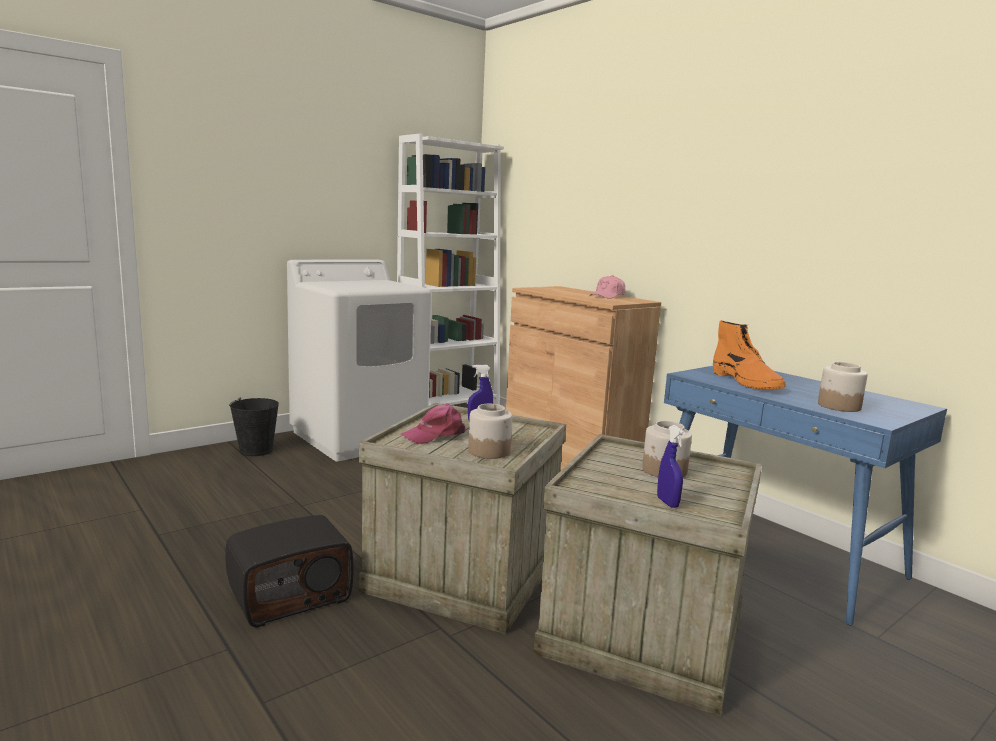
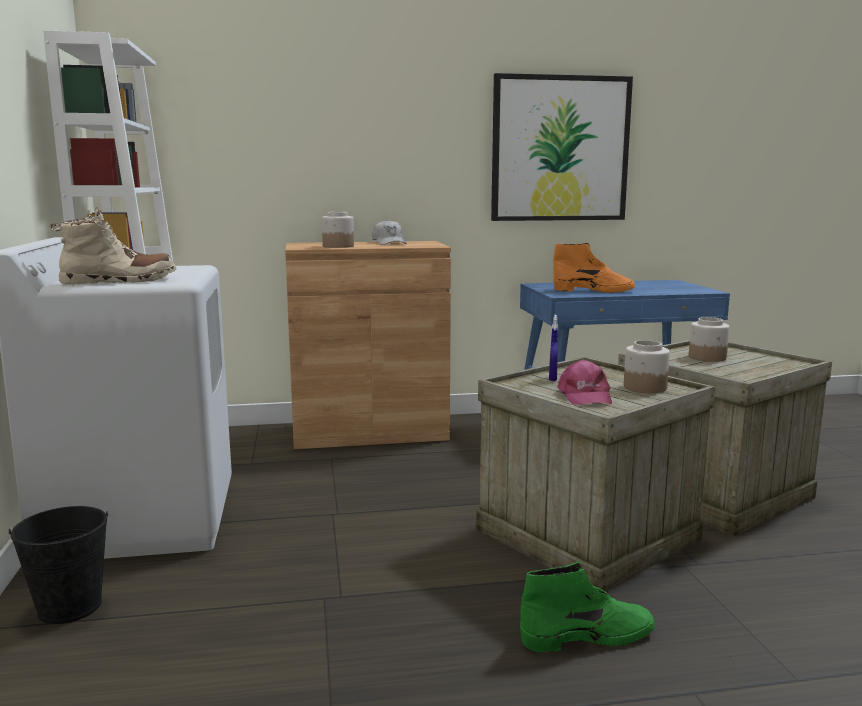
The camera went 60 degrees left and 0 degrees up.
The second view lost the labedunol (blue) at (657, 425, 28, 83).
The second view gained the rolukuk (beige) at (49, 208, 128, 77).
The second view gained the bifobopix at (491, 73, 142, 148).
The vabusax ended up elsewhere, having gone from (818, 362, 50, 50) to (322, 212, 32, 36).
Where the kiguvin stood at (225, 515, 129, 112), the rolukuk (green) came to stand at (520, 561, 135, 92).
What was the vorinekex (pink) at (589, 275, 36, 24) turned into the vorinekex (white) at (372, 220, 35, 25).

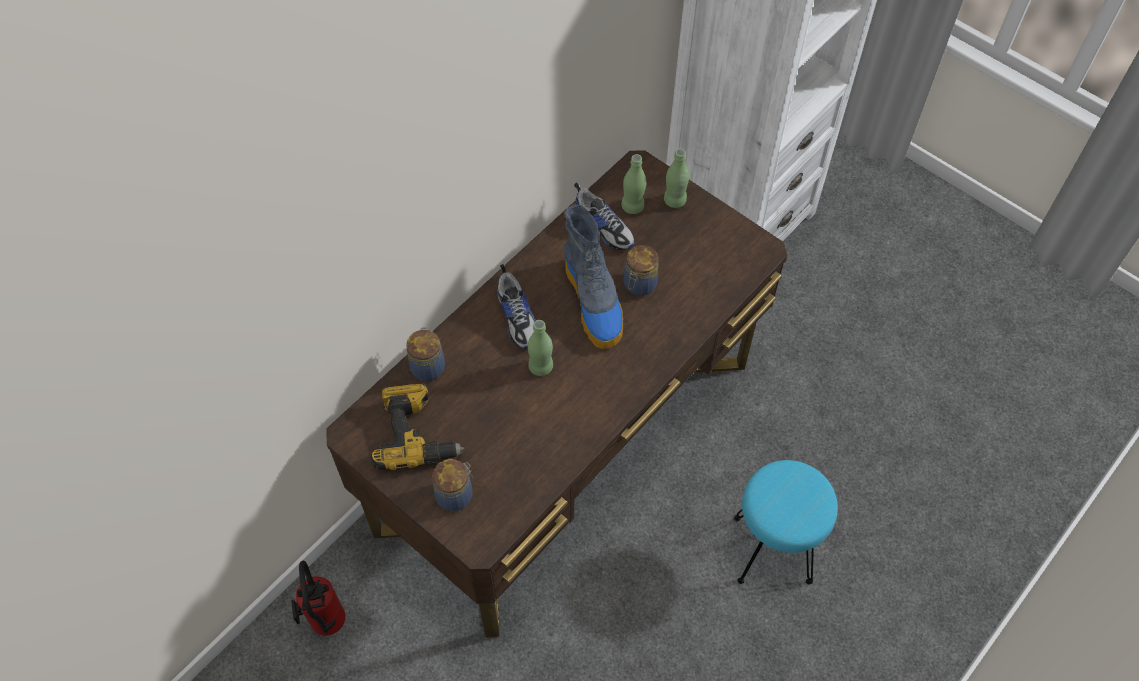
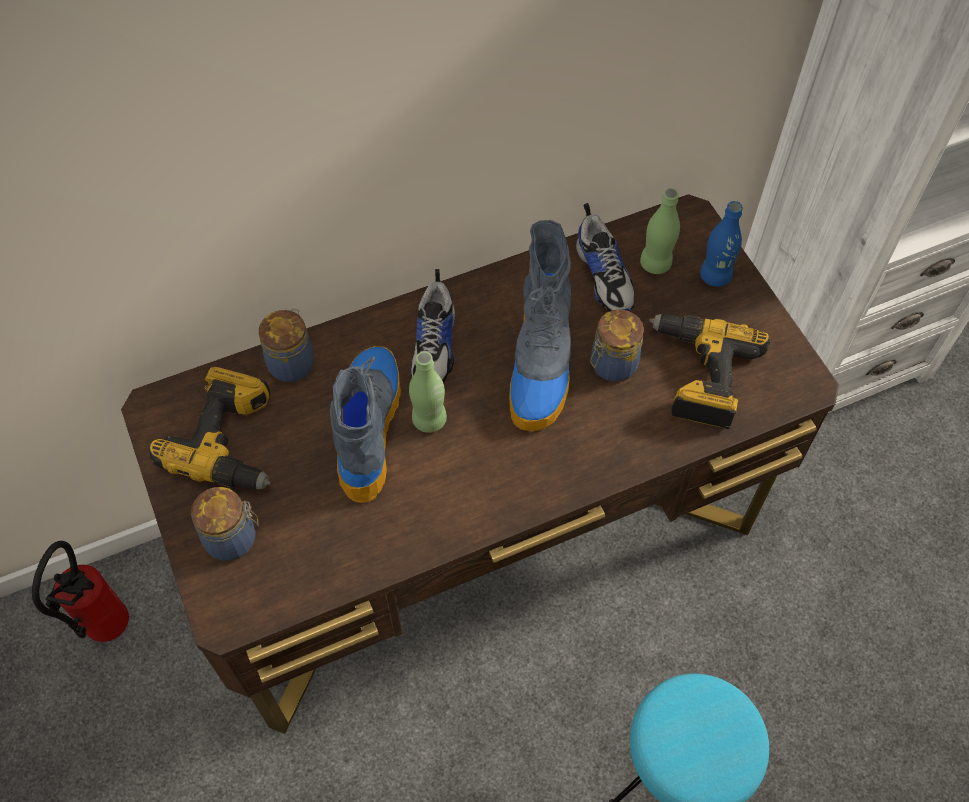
The camera went 25 degrees right and 0 degrees up.
The second view gained the rolukuk at (330, 346, 71, 157).
The second view gained the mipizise at (649, 314, 121, 115).
What was the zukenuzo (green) at (664, 148, 25, 60) turned into the zukenuzo (blue) at (700, 201, 43, 86).

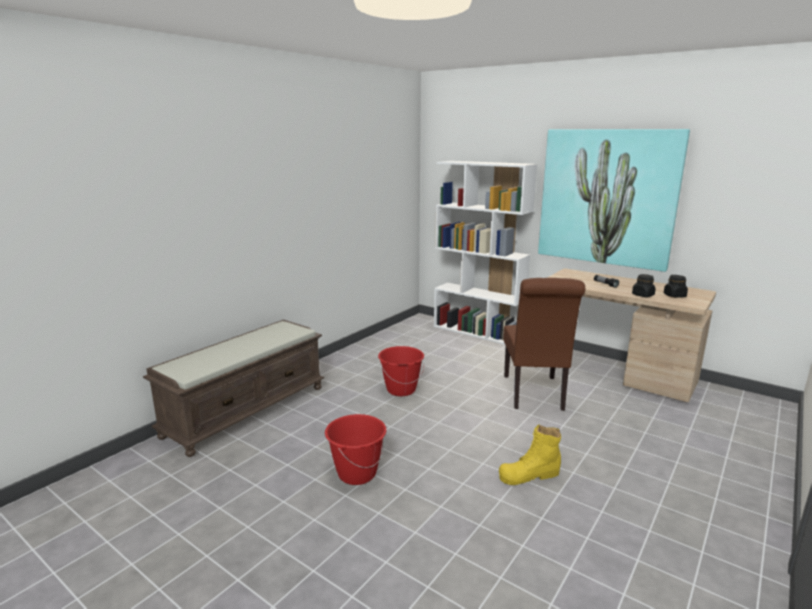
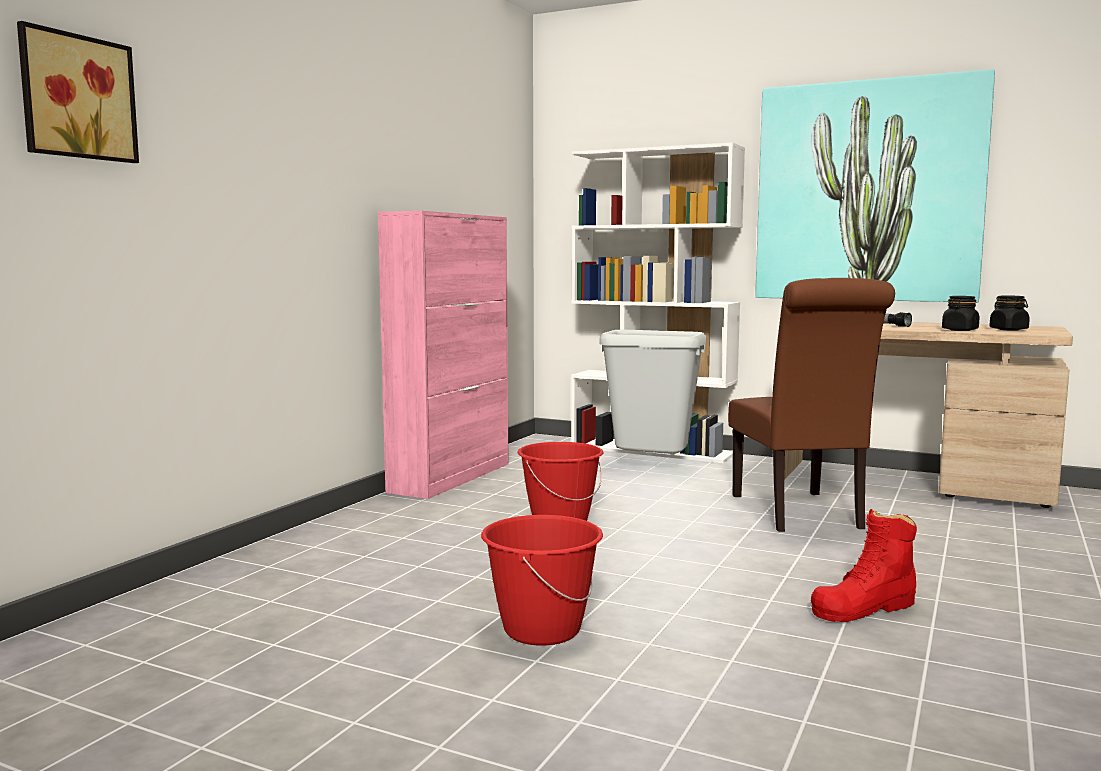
The camera went 10 degrees left and 10 degrees down.
The second view lost the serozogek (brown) at (143, 320, 181, 137).
The second view gained the bifobopix at (17, 21, 122, 142).
The second view gained the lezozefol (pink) at (378, 211, 130, 288).
The second view gained the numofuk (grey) at (599, 330, 107, 124).
What was the rolukuk (yellow) at (499, 425, 62, 60) turned into the rolukuk (red) at (811, 509, 106, 113).

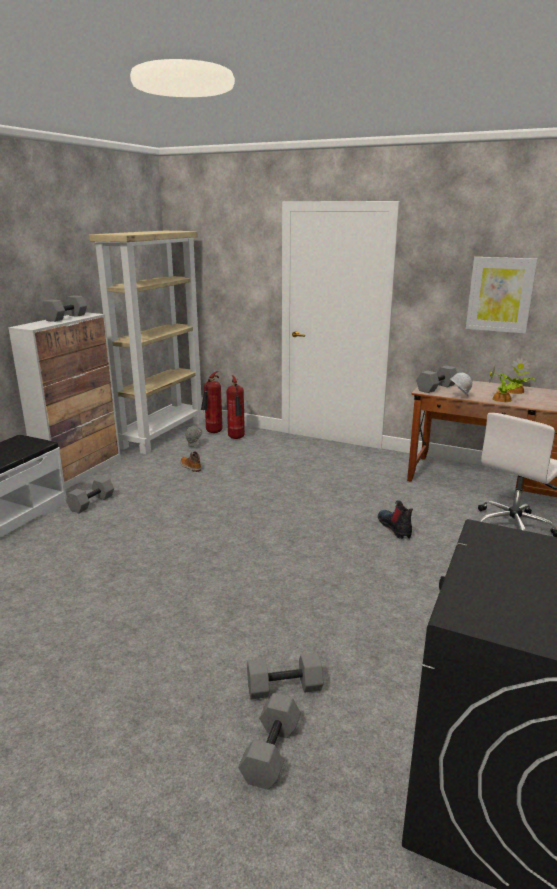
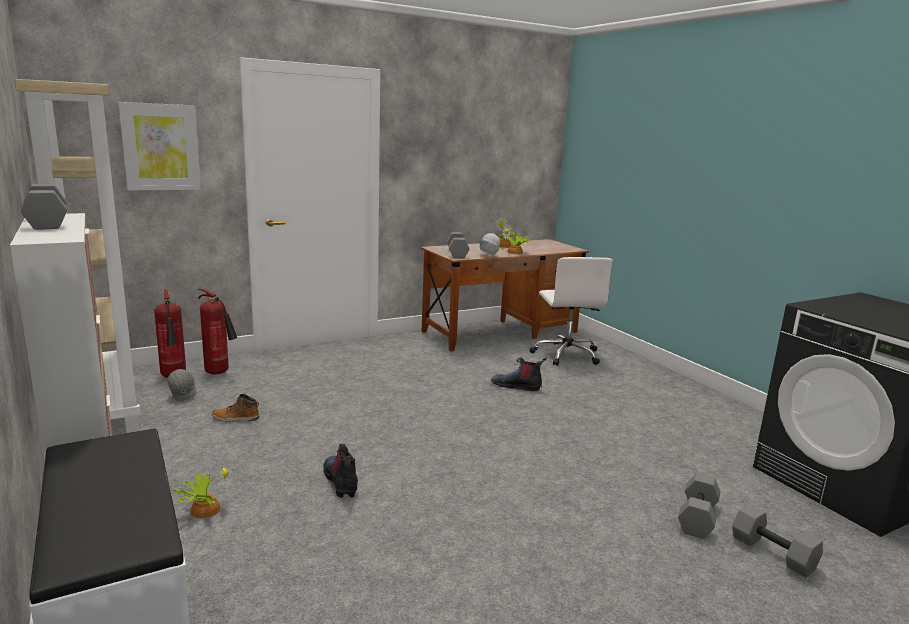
The camera went 55 degrees left and 5 degrees down.
The second view gained the rolukuk at (323, 444, 35, 54).
The bifobopix ended up elsewhere, having gone from (466, 257, 72, 77) to (118, 102, 83, 89).
Where the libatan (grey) stood at (66, 477, 48, 36), the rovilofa came to stand at (173, 461, 55, 58).

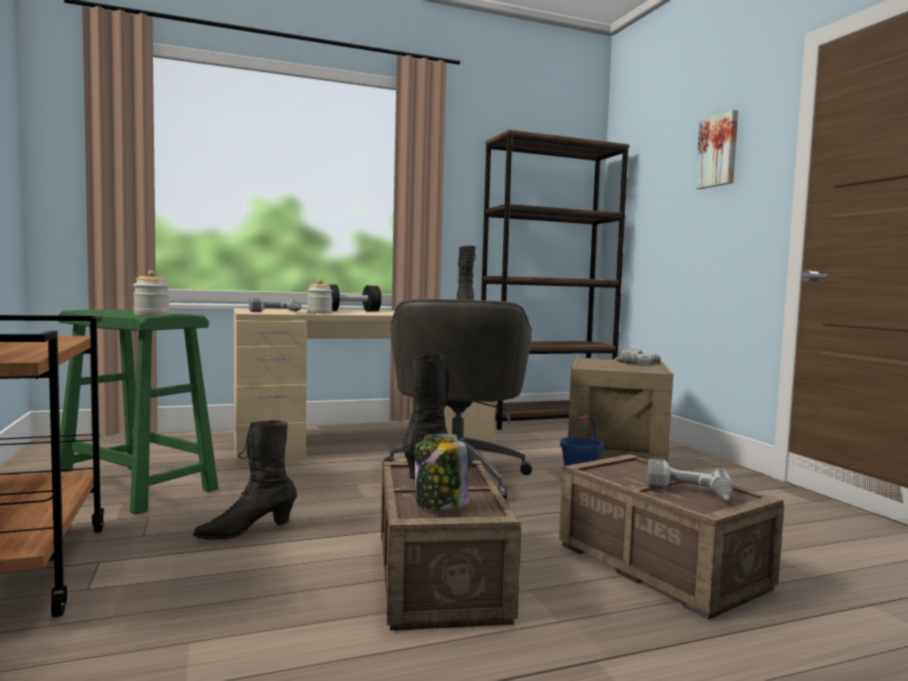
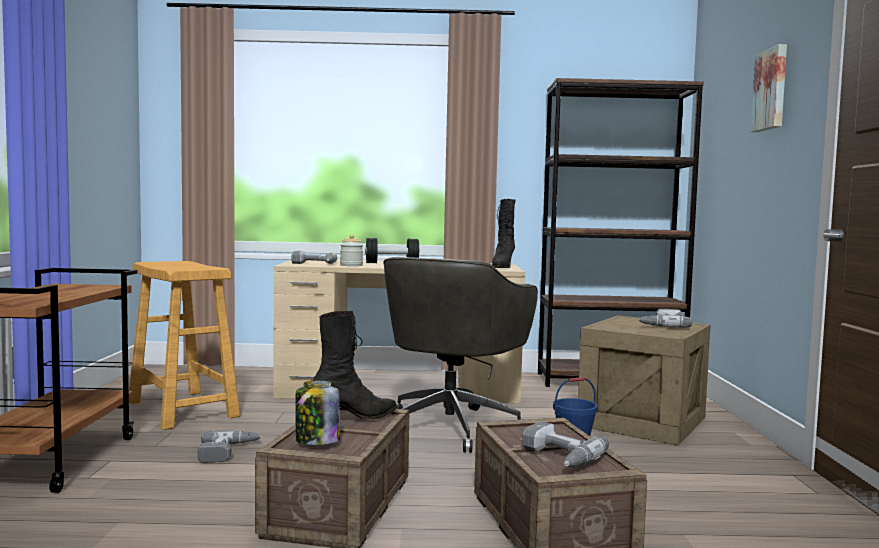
The camera went 20 degrees right and 0 degrees up.
The second view lost the vabusax at (133, 270, 37, 46).
Where the rolukuk (black) stood at (193, 420, 104, 120), the mipizise came to stand at (197, 430, 65, 33).
What was the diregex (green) at (58, 309, 160, 206) turned into the diregex (beige) at (129, 261, 111, 169).

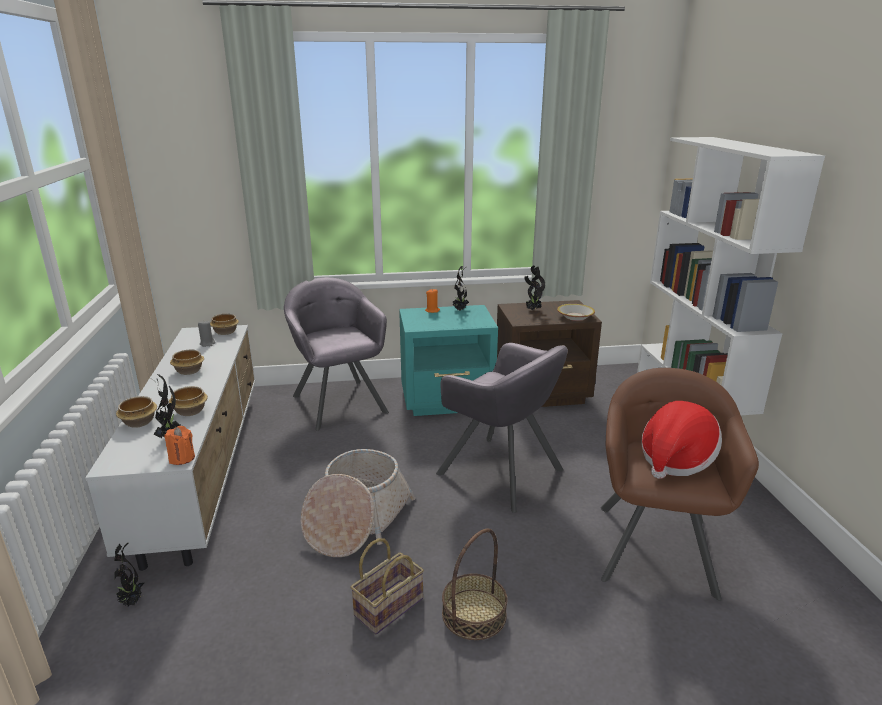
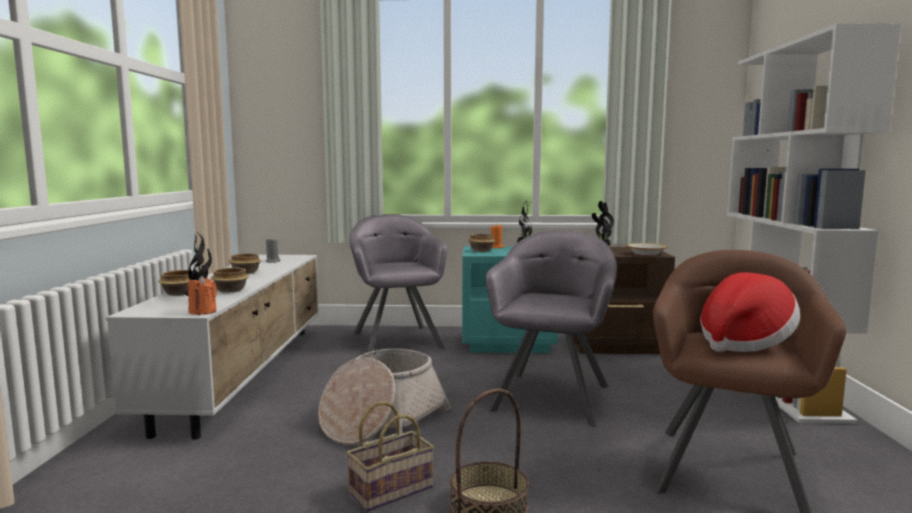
The camera went 10 degrees right and 15 degrees down.
The second view lost the rovilofa at (114, 543, 30, 64).
The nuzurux ended up elsewhere, having gone from (210, 314, 29, 21) to (468, 234, 28, 18).
The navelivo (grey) at (436, 343, 132, 170) ended up facing another way, 120 degrees counterclockwise from before.

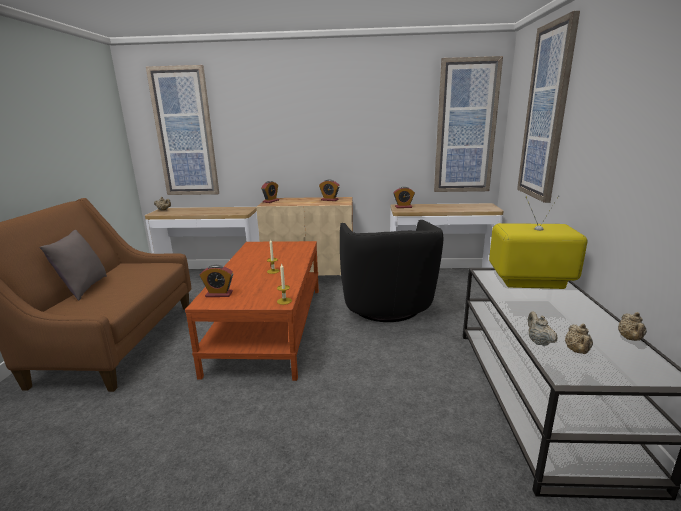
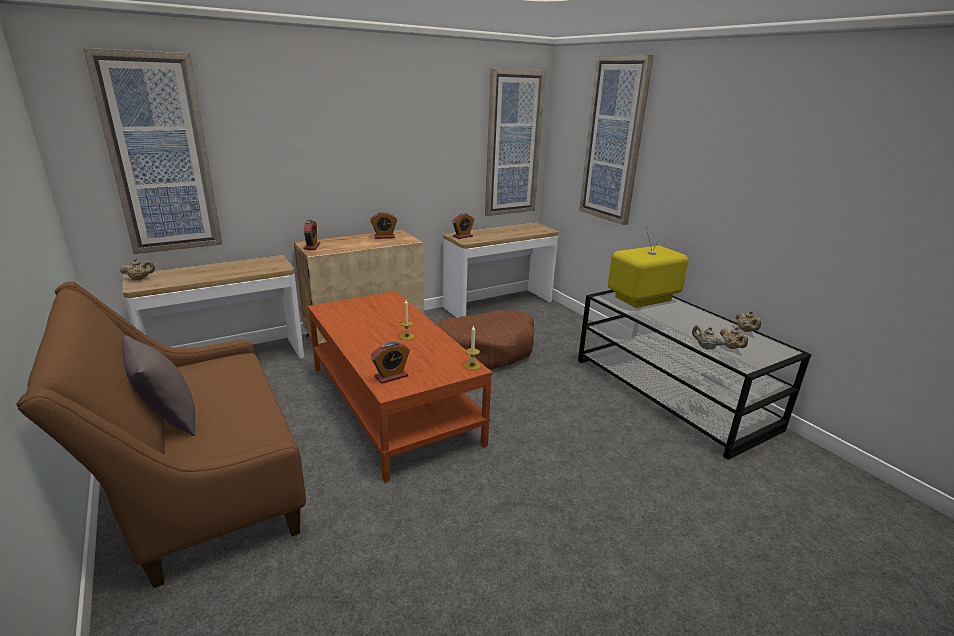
The camera went 35 degrees left and 5 degrees up.
Where the navelivo (black) stood at (340, 220, 103, 102), the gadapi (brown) came to stand at (437, 310, 97, 60).

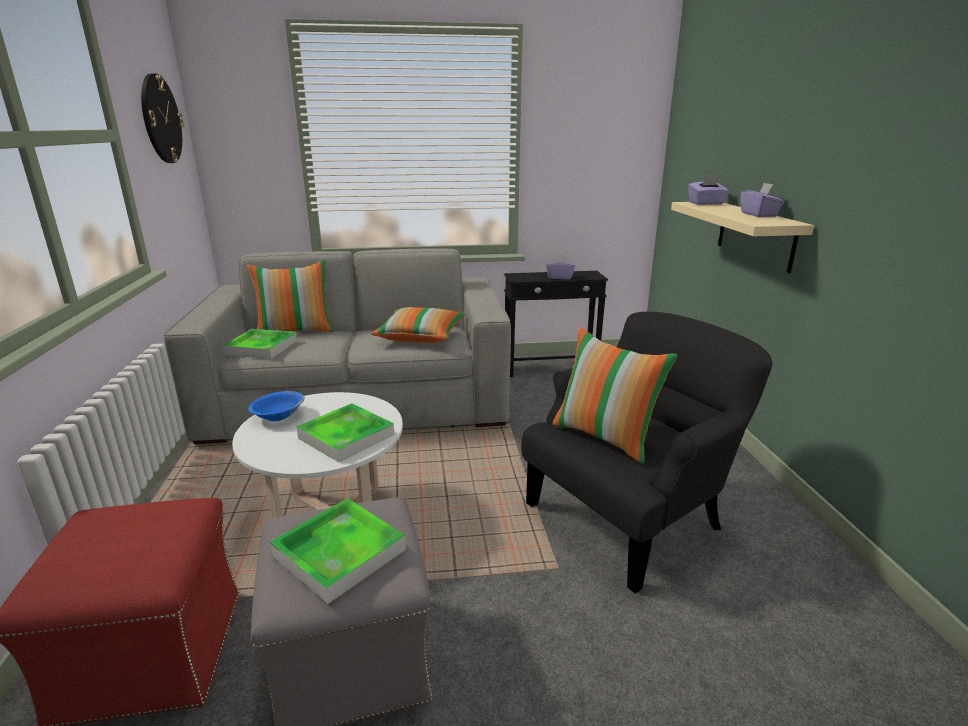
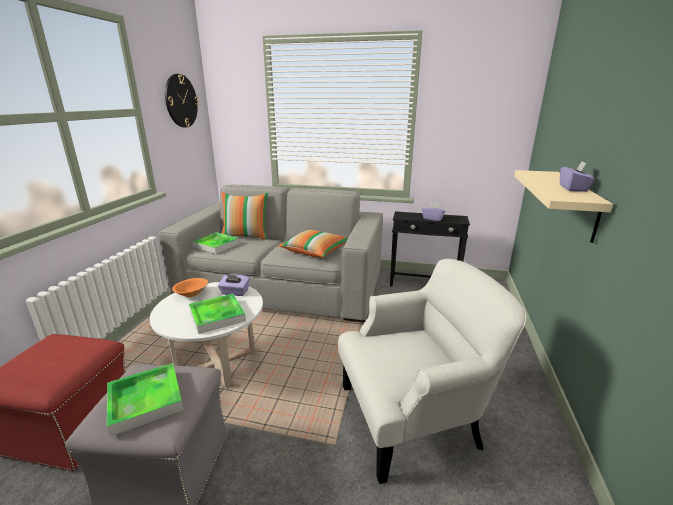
The camera went 20 degrees right and 0 degrees up.
The second view lost the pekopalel at (552, 327, 126, 137).
The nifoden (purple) ended up elsewhere, having gone from (688, 176, 41, 29) to (218, 274, 32, 22).
What was the nuzurux (blue) at (248, 391, 56, 30) turned into the nuzurux (orange) at (172, 278, 37, 19).
What was the navelivo (black) at (521, 312, 251, 281) turned into the navelivo (white) at (338, 259, 189, 225).

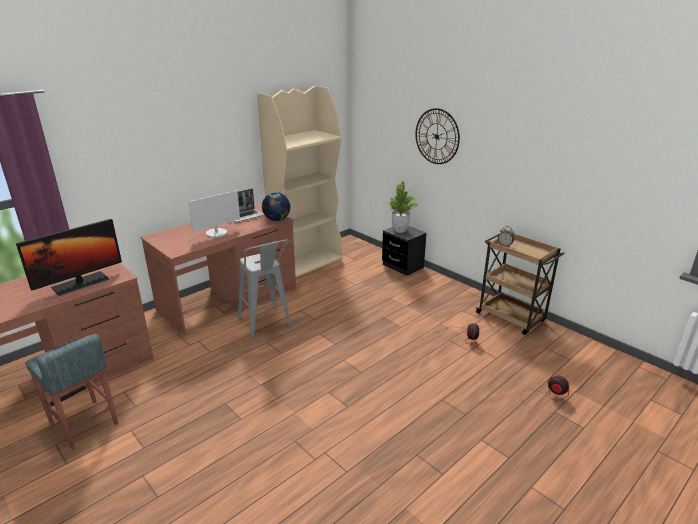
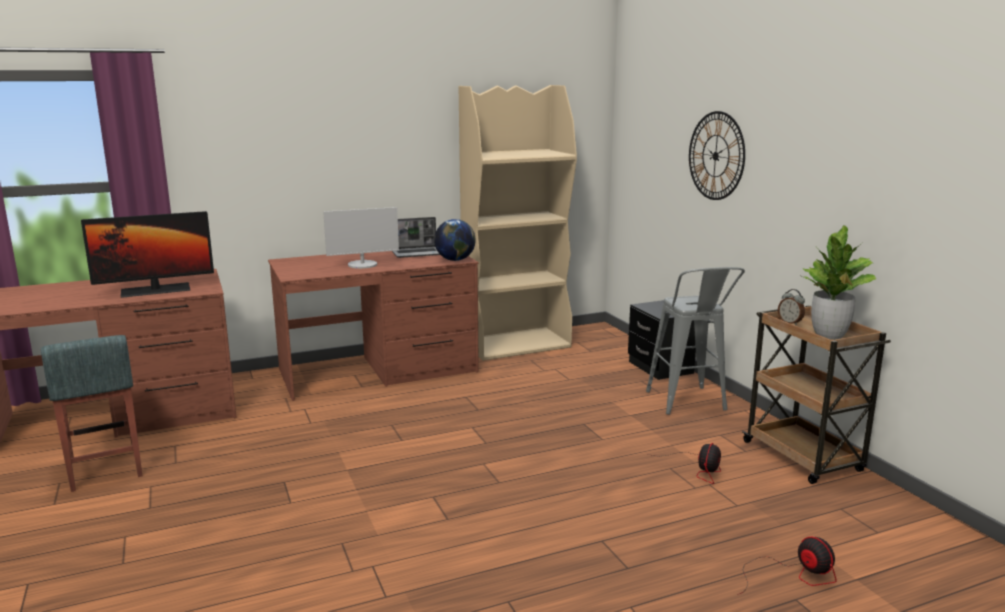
The camera went 20 degrees right and 10 degrees down.
The diregex (grey) ended up elsewhere, having gone from (238, 240, 54, 98) to (646, 267, 99, 148).
The rovilofa ended up elsewhere, having gone from (386, 181, 32, 52) to (799, 225, 77, 115).

